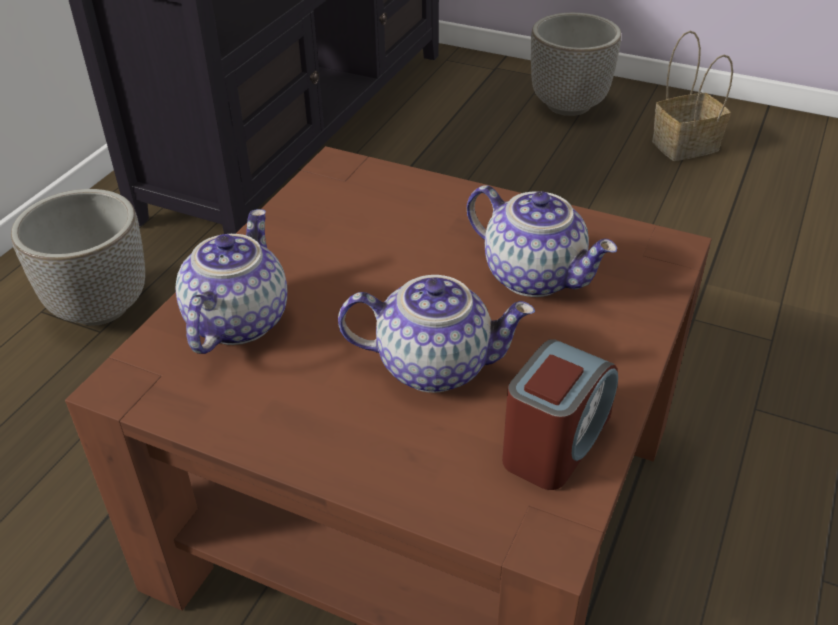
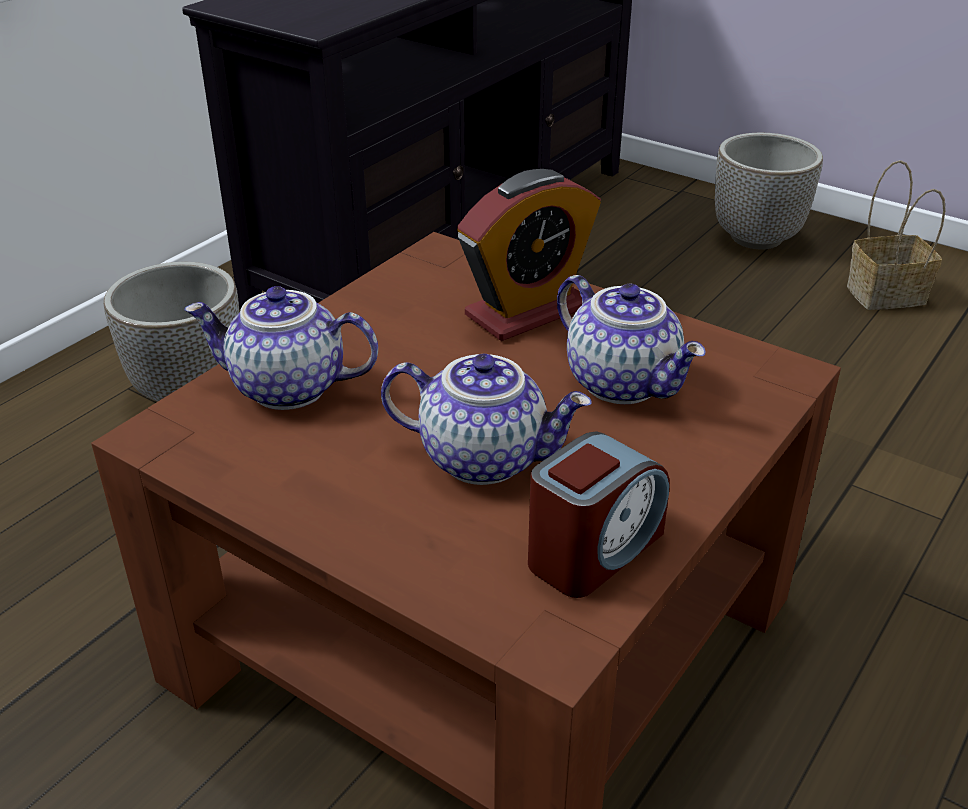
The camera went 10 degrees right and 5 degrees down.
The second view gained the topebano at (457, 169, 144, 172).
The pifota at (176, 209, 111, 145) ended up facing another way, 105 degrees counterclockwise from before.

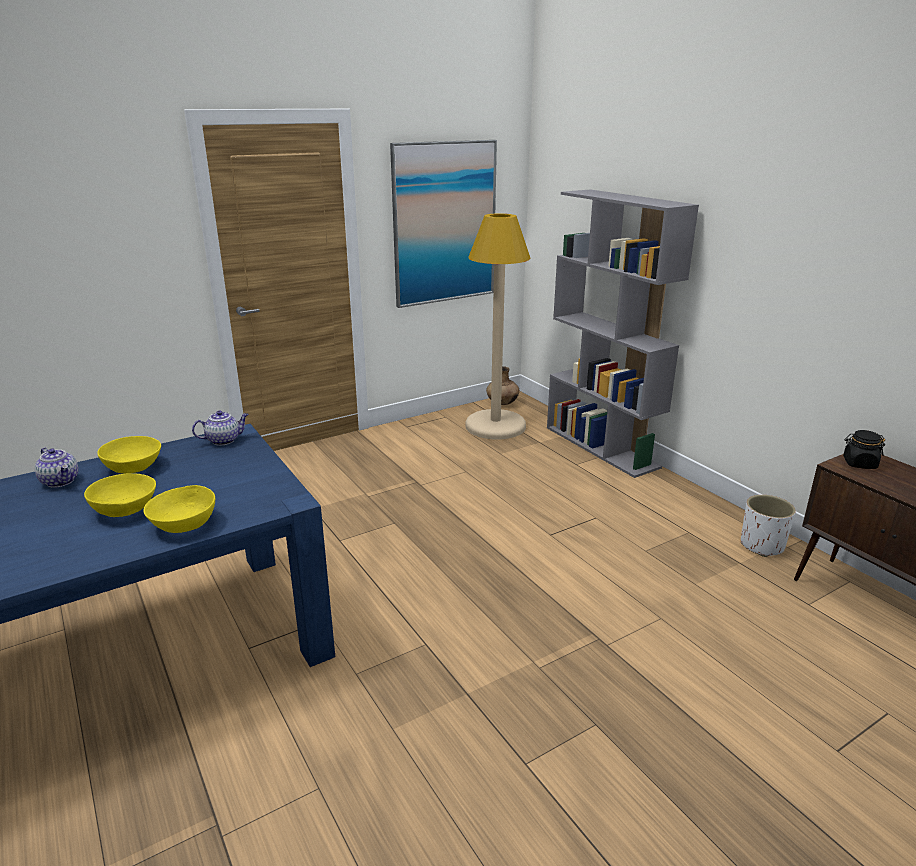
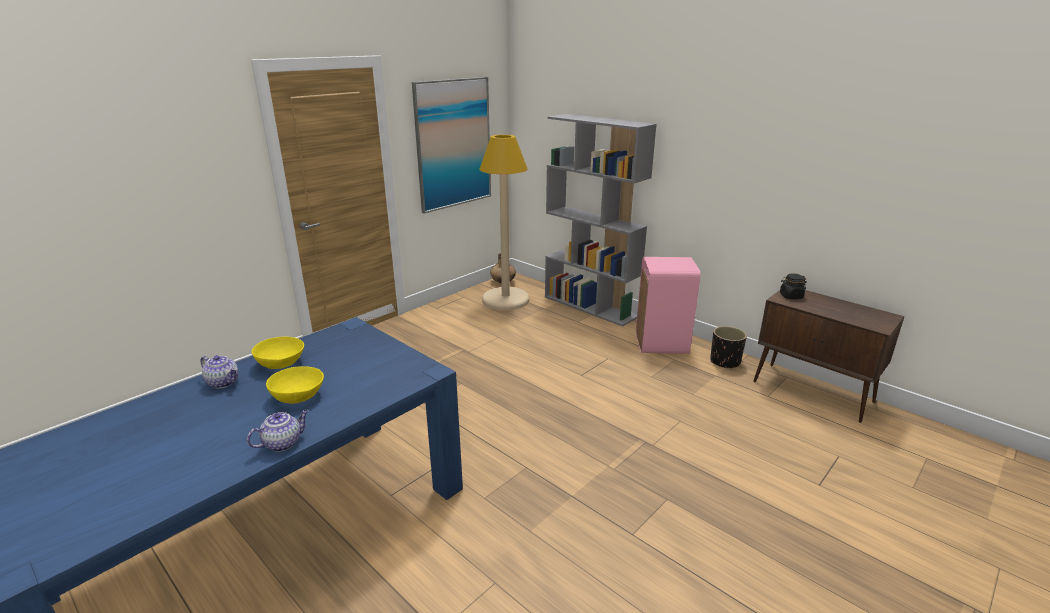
The camera went 15 degrees left and 0 degrees up.
The second view lost the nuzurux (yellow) at (143, 485, 72, 48).
The second view gained the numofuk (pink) at (636, 257, 65, 97).
The pifota ended up elsewhere, having gone from (192, 410, 57, 35) to (247, 409, 62, 43).
What was the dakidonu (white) at (741, 495, 55, 62) turned into the dakidonu (black) at (710, 326, 37, 43).

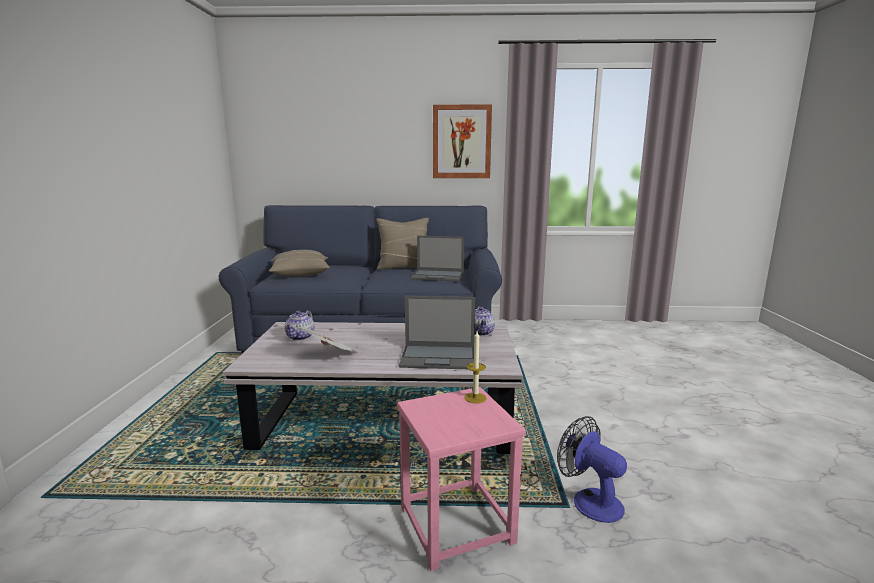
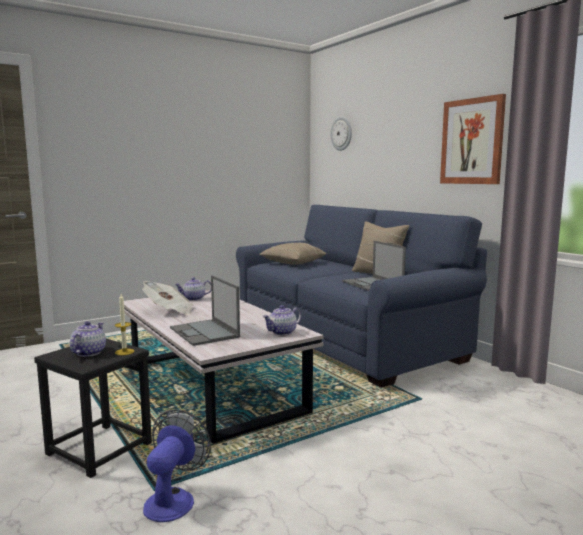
The camera went 55 degrees right and 5 degrees down.
The second view gained the pifota at (70, 321, 36, 36).
The second view gained the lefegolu at (331, 116, 21, 35).
What was the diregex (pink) at (397, 387, 129, 184) turned into the diregex (black) at (34, 339, 118, 139).

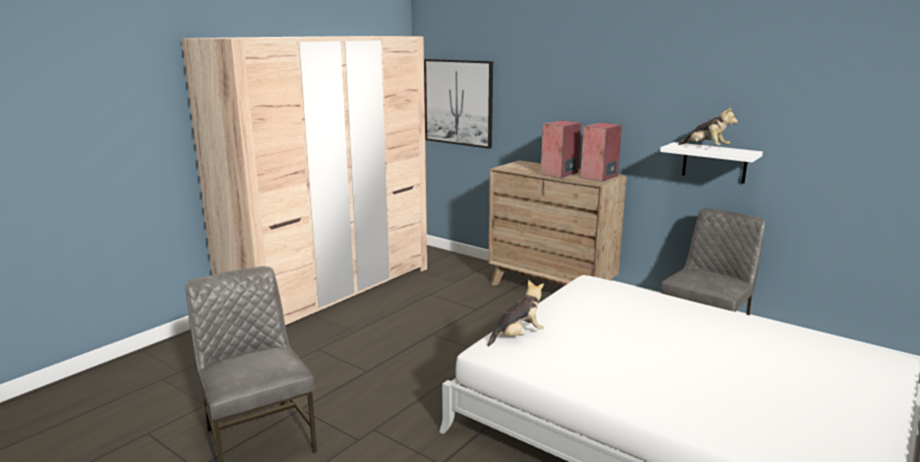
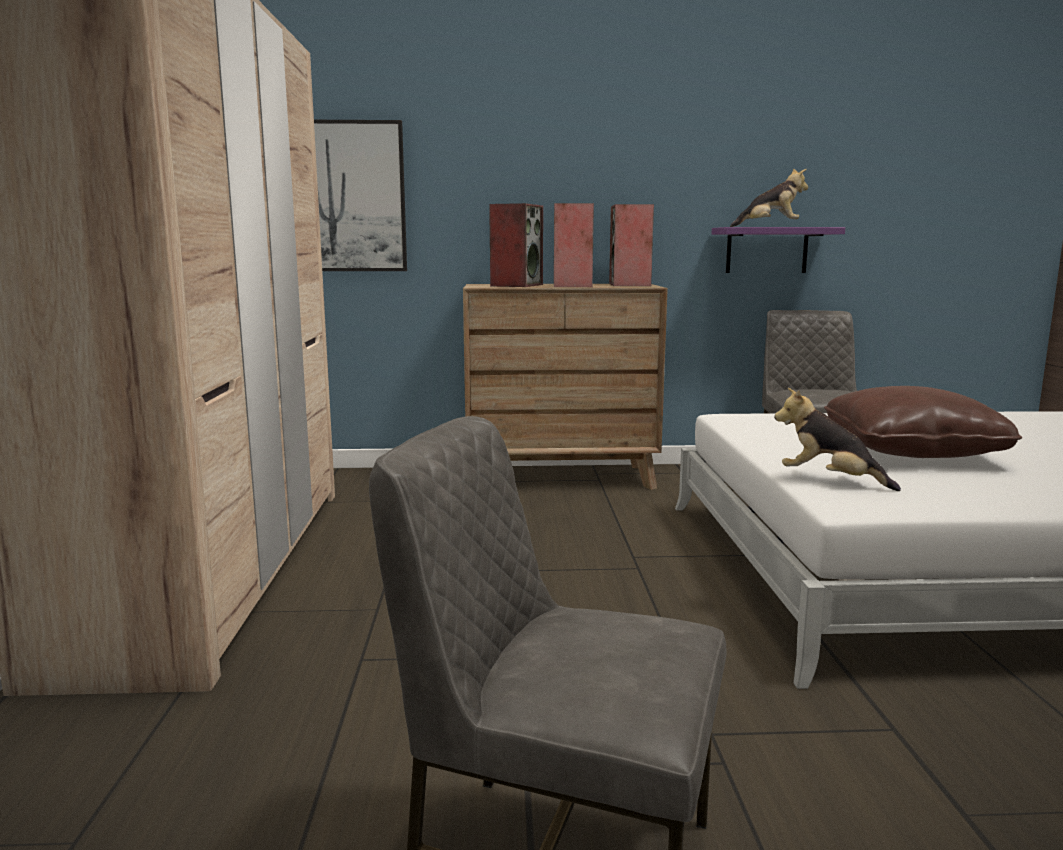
The camera went 40 degrees left and 5 degrees down.
The second view gained the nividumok at (489, 203, 54, 84).
The second view gained the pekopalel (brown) at (824, 386, 198, 72).
What was the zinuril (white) at (660, 142, 103, 42) turned into the zinuril (purple) at (712, 227, 133, 46).
The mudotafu at (488, 280, 56, 66) ended up facing another way, 75 degrees counterclockwise from before.

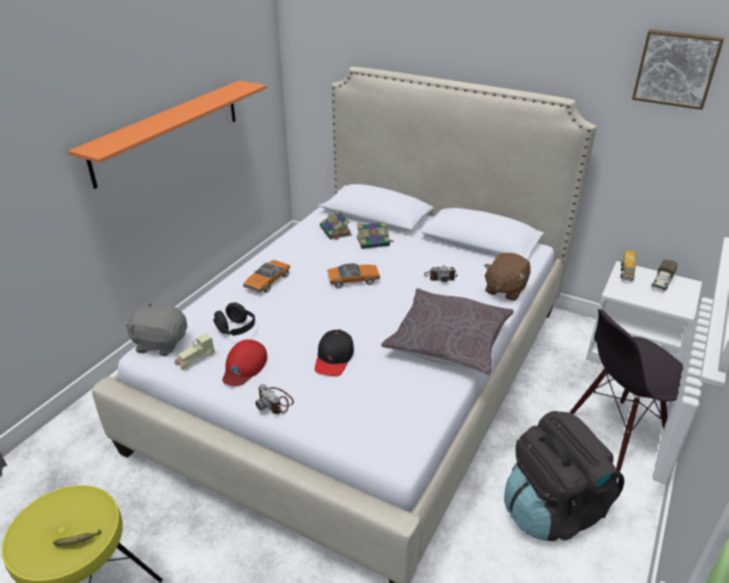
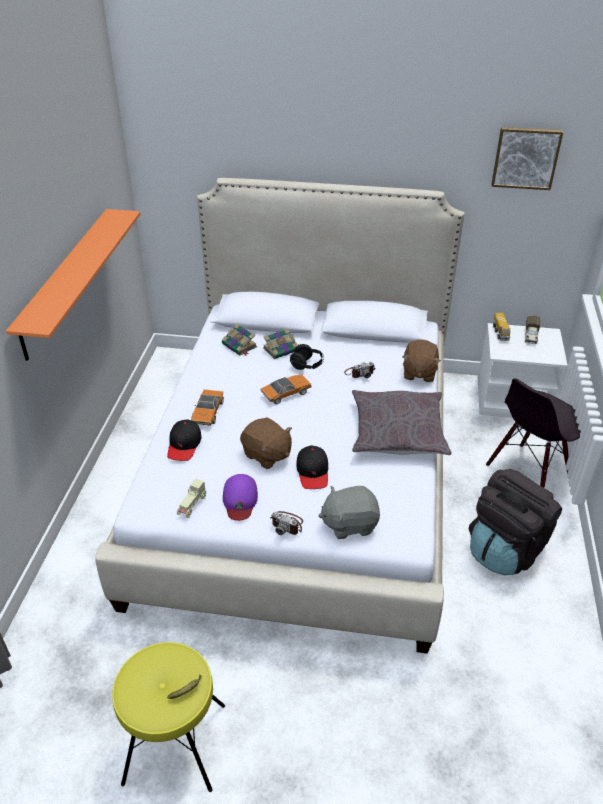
The camera went 20 degrees left and 5 degrees up.
The second view gained the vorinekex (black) at (167, 419, 34, 42).
The second view gained the mudotafu (brown) at (240, 417, 52, 52).
The mudotafu (grey) ended up elsewhere, having gone from (127, 301, 60, 55) to (319, 486, 61, 53).
The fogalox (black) ended up elsewhere, having gone from (213, 302, 42, 34) to (290, 344, 34, 26).
What was the vorinekex (red) at (222, 339, 45, 47) turned into the vorinekex (purple) at (223, 474, 35, 47).

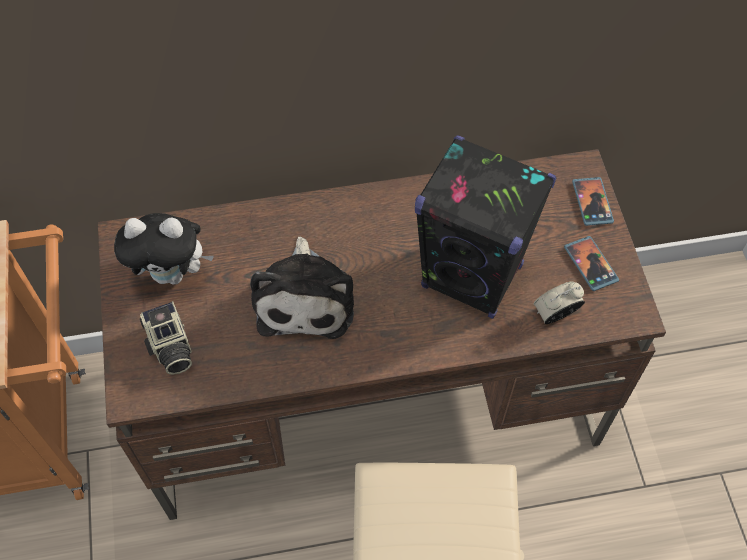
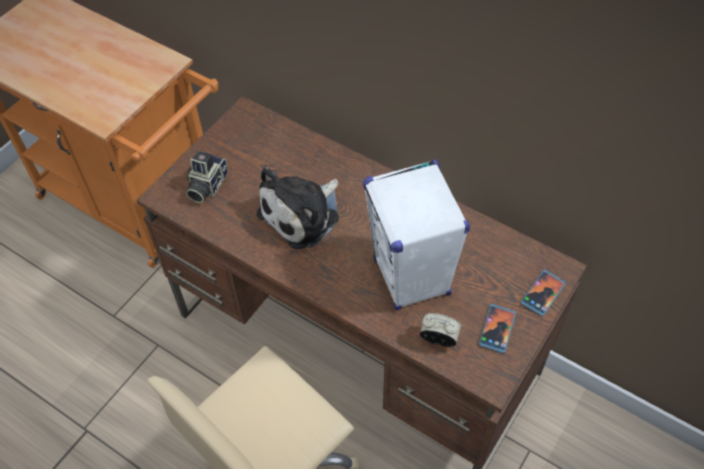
The camera went 45 degrees right and 5 degrees down.
The second view lost the mudotafu at (114, 213, 100, 72).
What was the nividumok (black) at (415, 135, 142, 184) turned into the nividumok (white) at (363, 160, 107, 150).

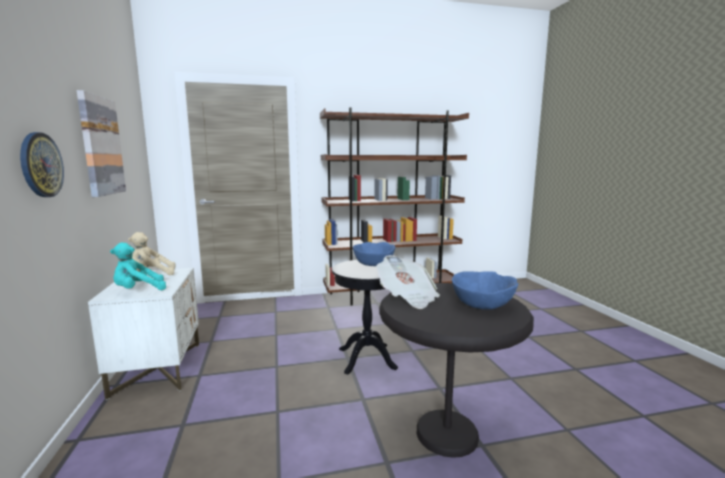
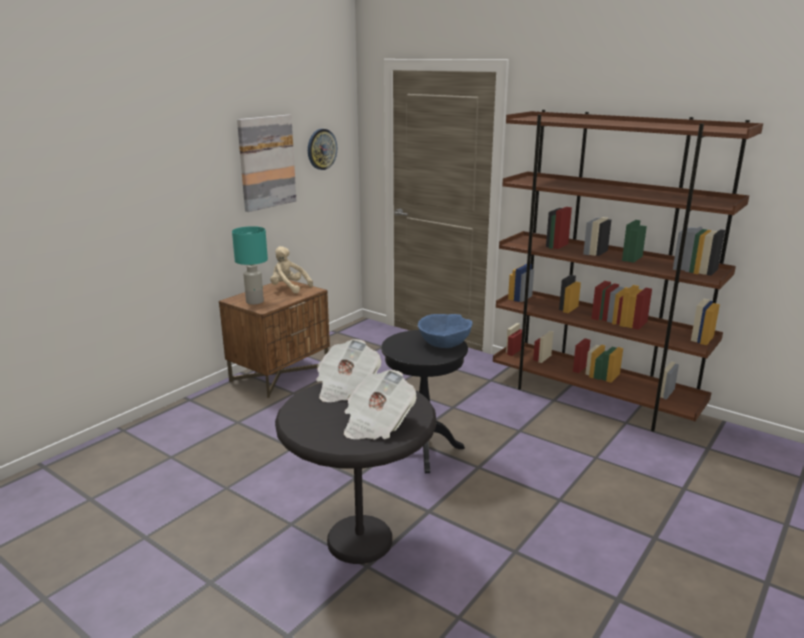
The camera went 50 degrees right and 10 degrees up.
The lefegolu ended up elsewhere, having gone from (20, 132, 44, 65) to (308, 129, 29, 41).
Where the mudotafu (turquoise) stood at (110, 243, 56, 47), the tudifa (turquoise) came to stand at (232, 226, 36, 79).
Where the nuzurux (blue) stood at (452, 271, 66, 39), the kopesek came to stand at (344, 370, 73, 69).
What was the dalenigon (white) at (88, 268, 111, 132) turned into the dalenigon (brown) at (219, 280, 111, 118).

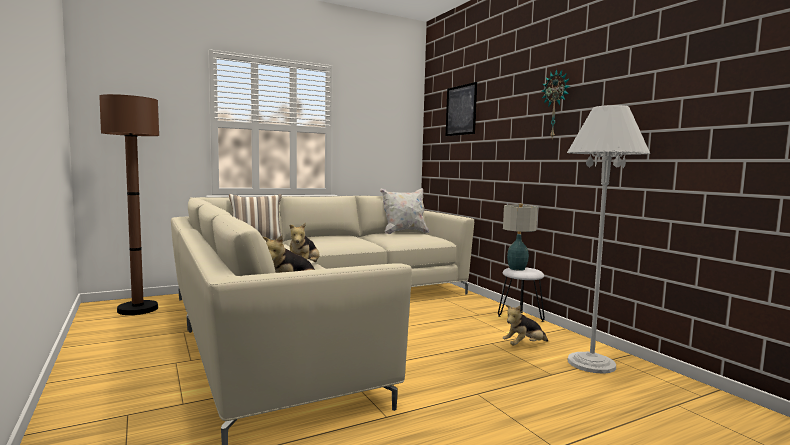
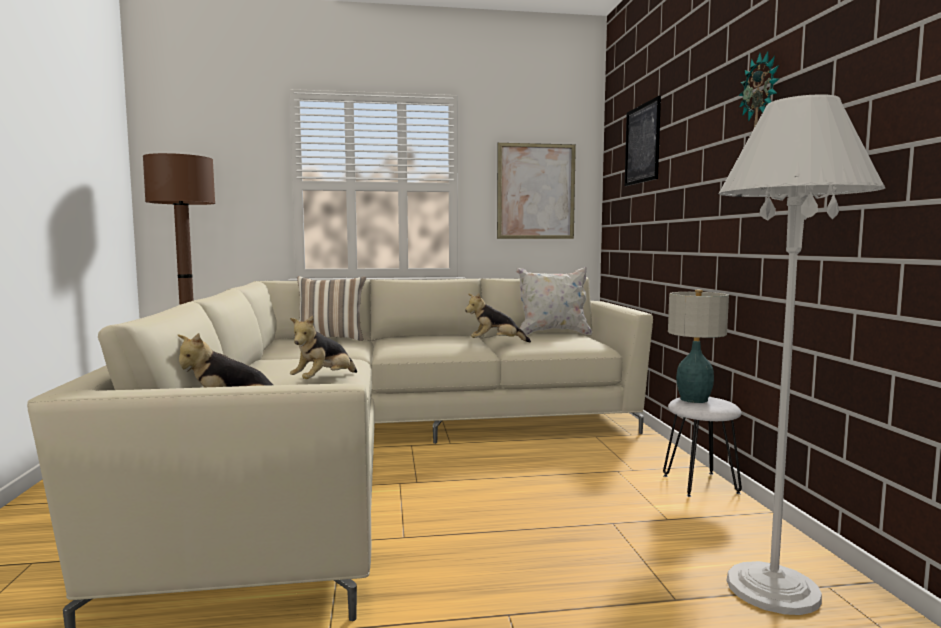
The camera went 20 degrees right and 0 degrees up.
The second view gained the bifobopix at (497, 143, 79, 96).
The mudotafu ended up elsewhere, having gone from (503, 305, 45, 40) to (465, 293, 66, 49).

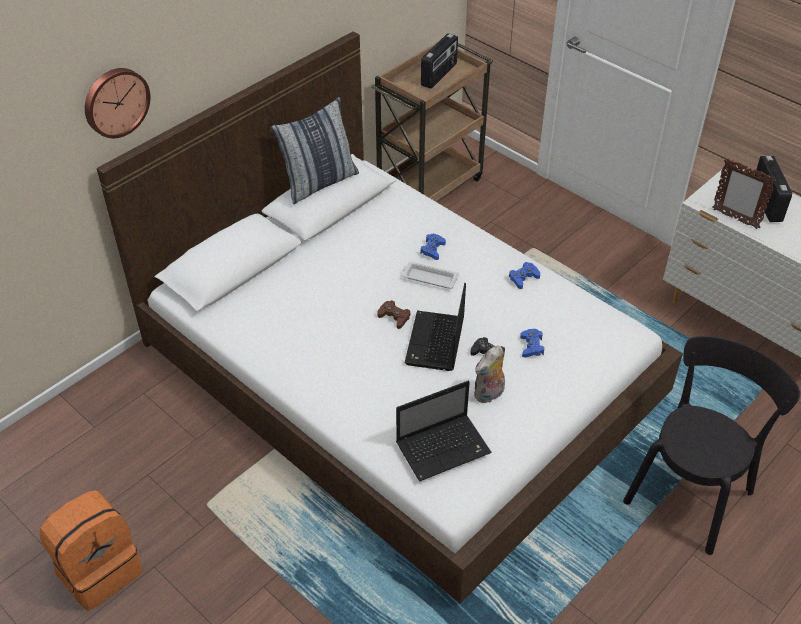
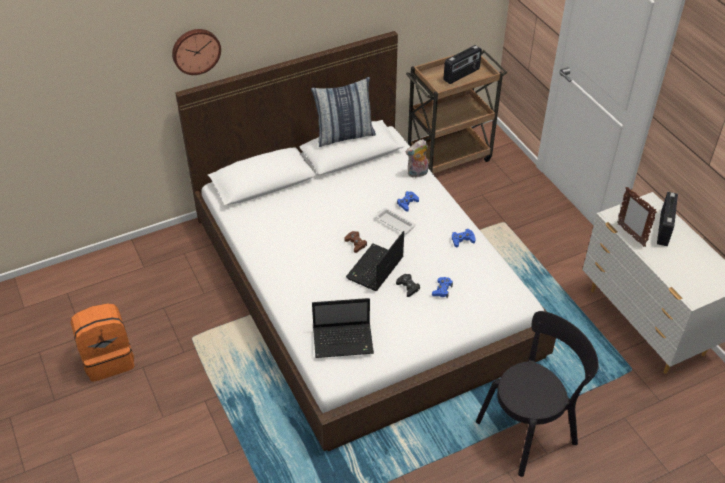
The camera went 20 degrees right and 0 degrees up.
The mudotafu ended up elsewhere, having gone from (474, 346, 31, 57) to (406, 139, 22, 39).

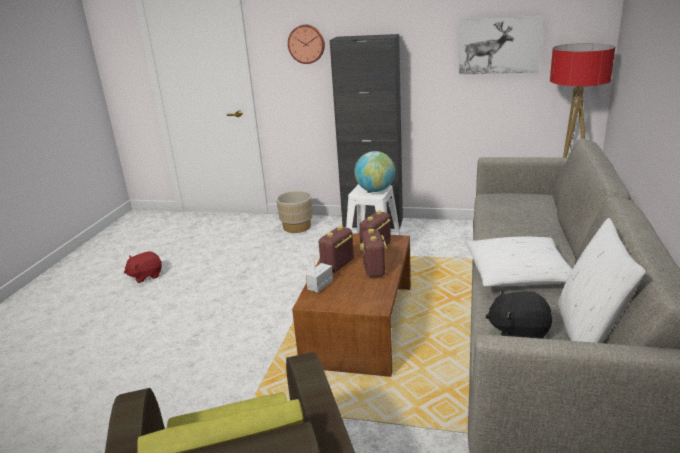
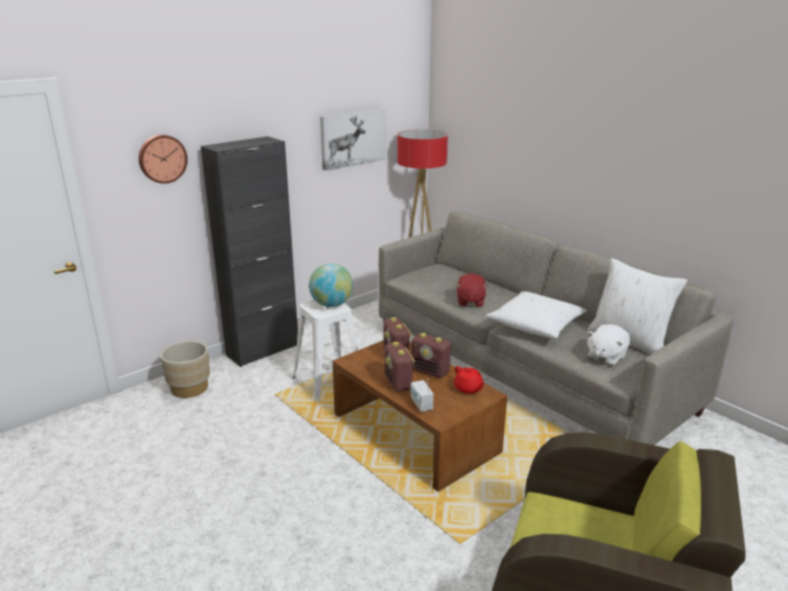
The camera went 55 degrees left and 0 degrees up.
The second view gained the pifota (red) at (454, 366, 31, 28).
The mudotafu (red) ended up elsewhere, having gone from (124, 251, 38, 32) to (456, 273, 32, 34).
What was the mudotafu (black) at (485, 289, 67, 50) turned into the mudotafu (white) at (587, 324, 43, 42).

